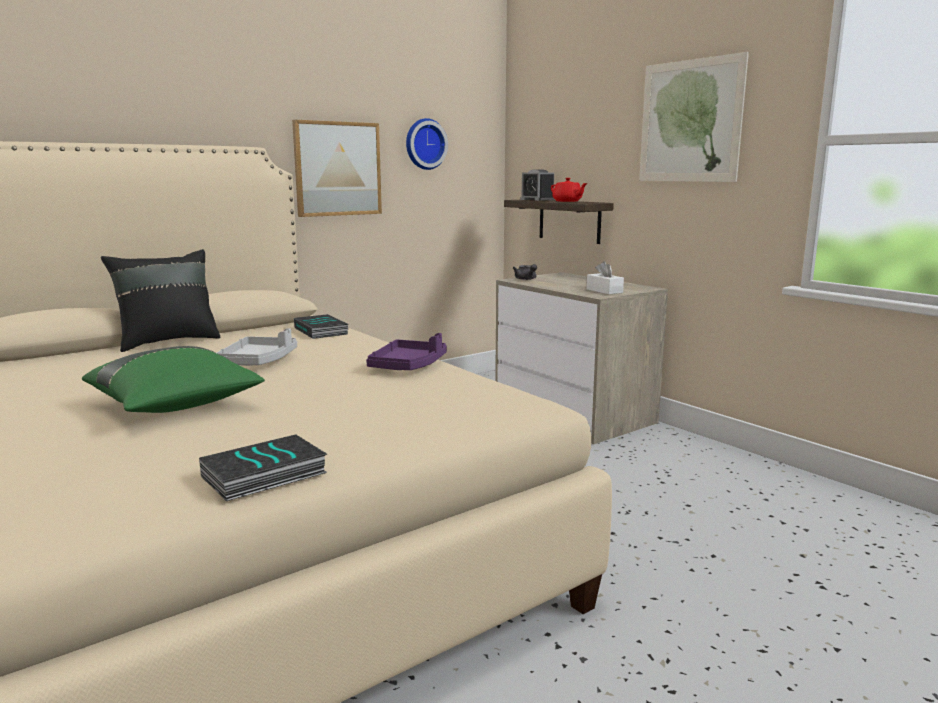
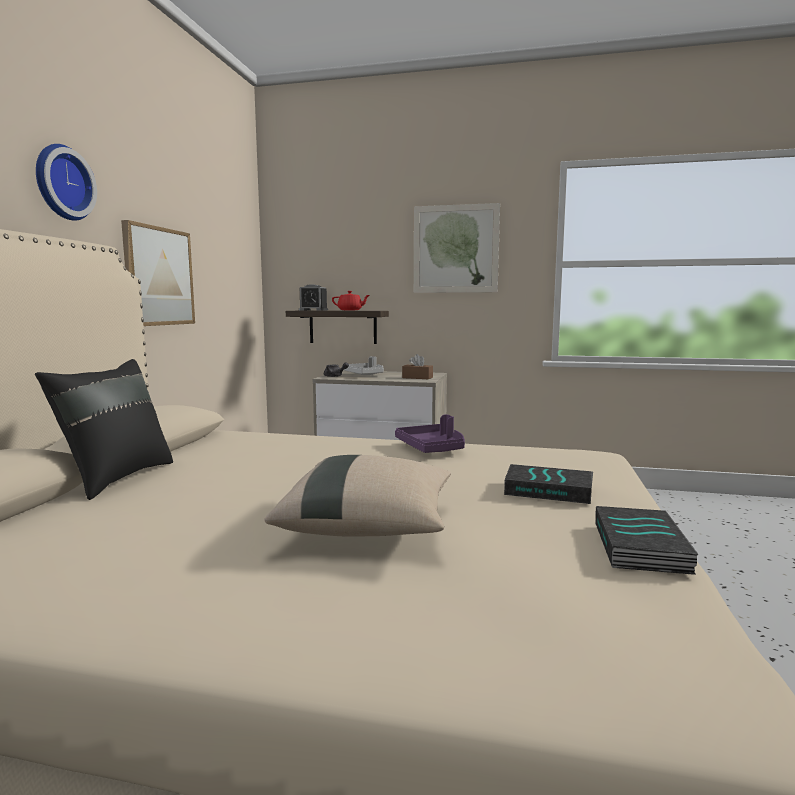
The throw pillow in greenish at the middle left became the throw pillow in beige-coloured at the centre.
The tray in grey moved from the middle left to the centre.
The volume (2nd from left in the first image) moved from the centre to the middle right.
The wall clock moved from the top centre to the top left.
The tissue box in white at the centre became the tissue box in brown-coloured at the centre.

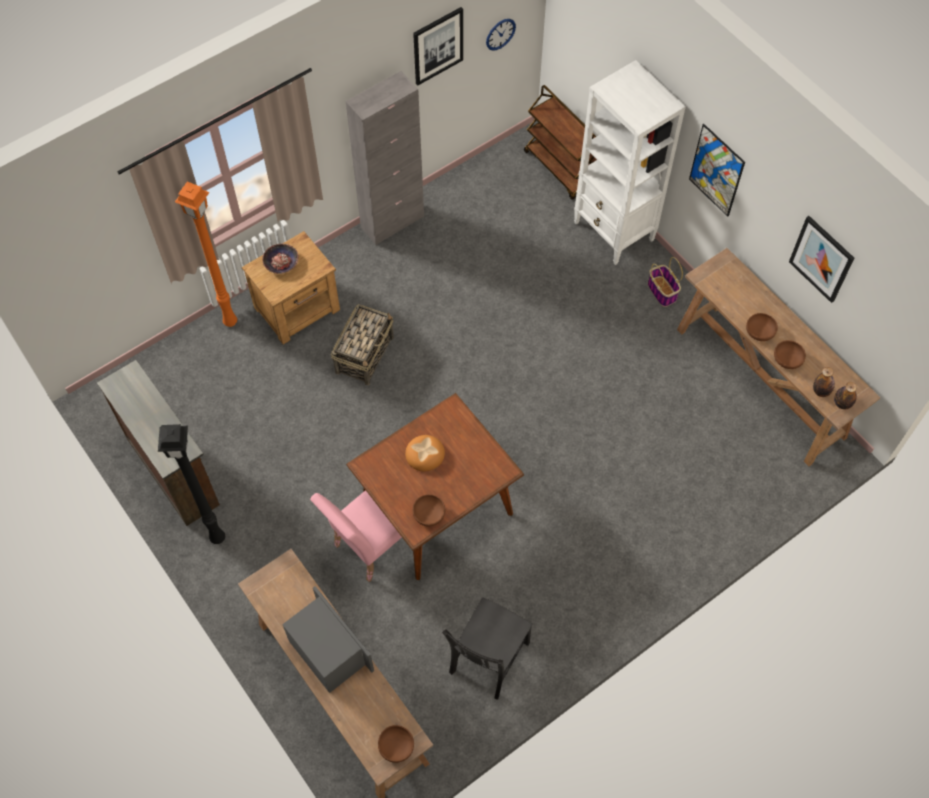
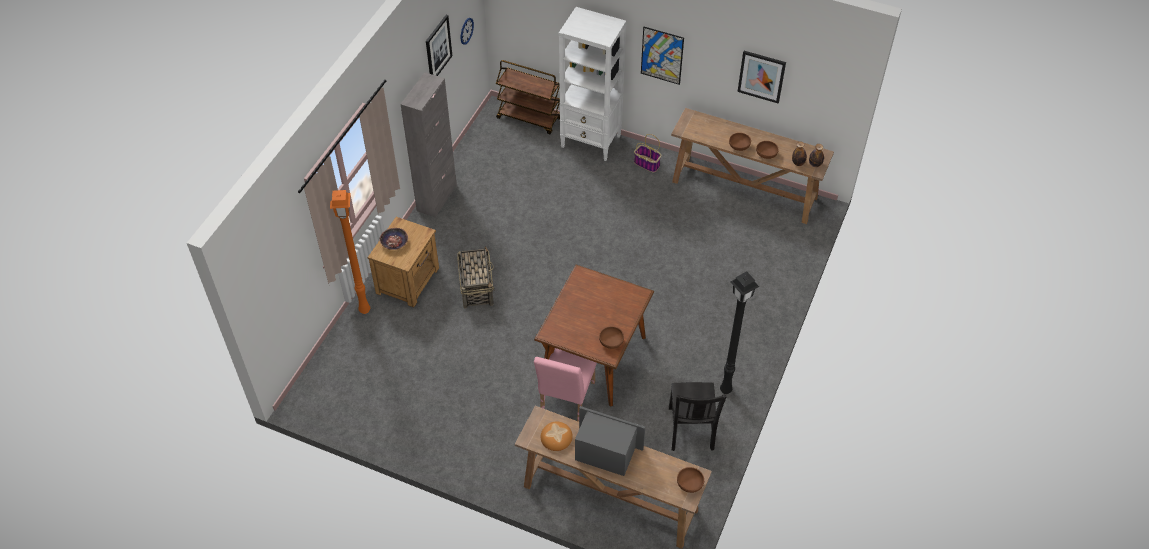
The chest of drawers in brown-coloured at the middle left disappeared.
The standard lamp in black-coloured moved from the middle left to the centre.
The baked bread moved from the centre to the bottom centre.

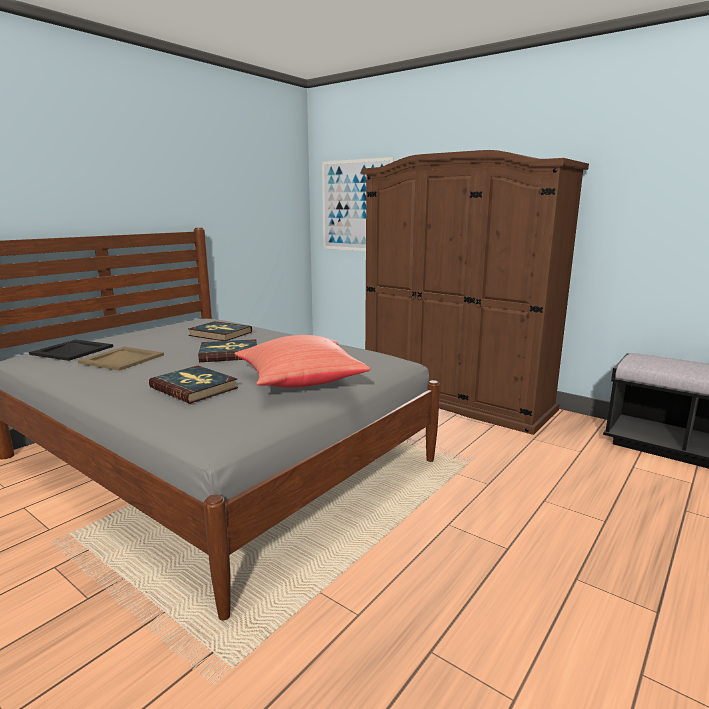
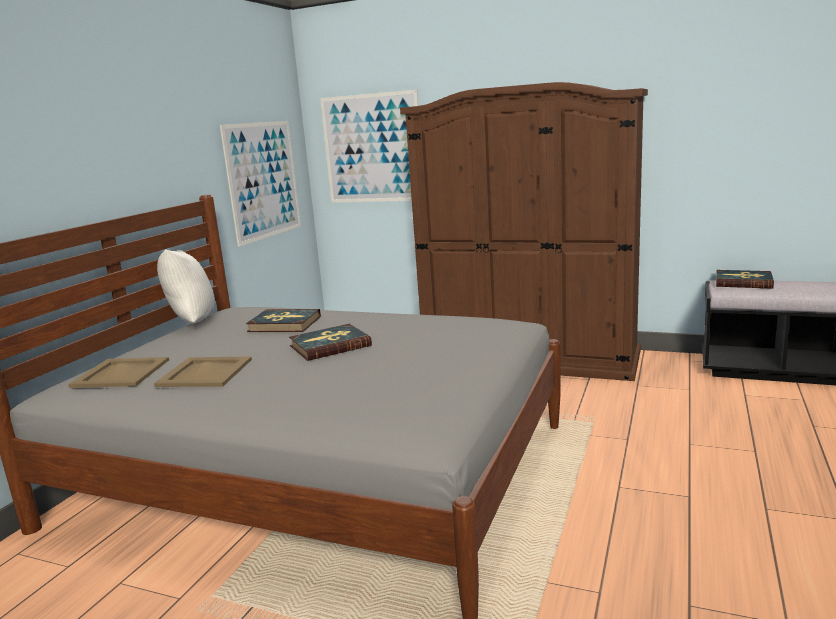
The tray in black-coloured at the middle left became the tray in beige-coloured (1st from left) at the middle left.
The volume (1st from left in the first image) moved from the middle left to the middle right.
The throw pillow in red at the centre disappeared.
The throw pillow in white at the middle left appeared.
The wall art (1st from left) at the top left appeared.

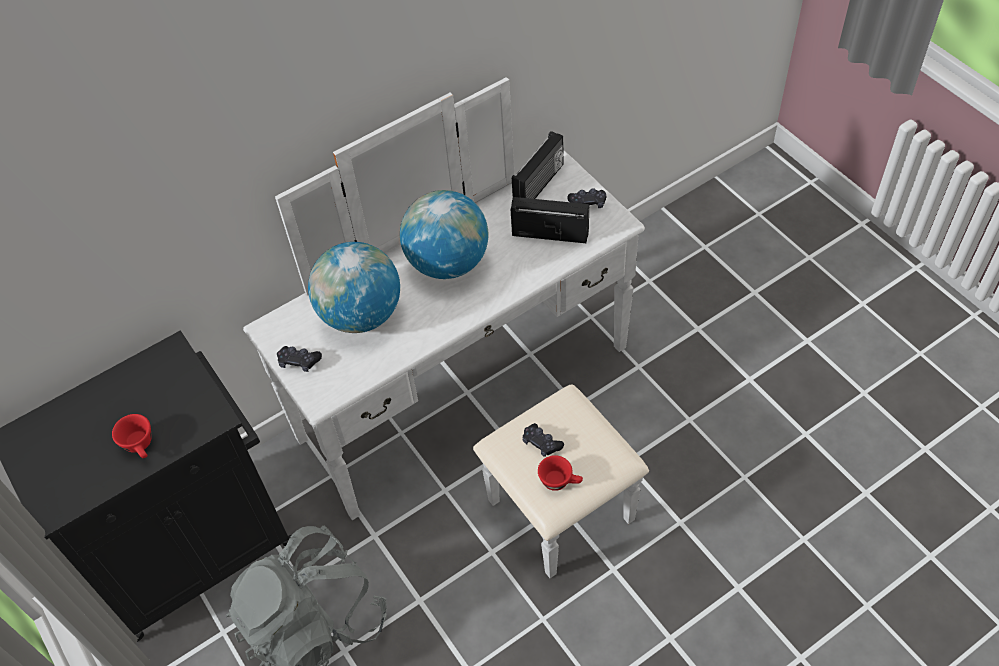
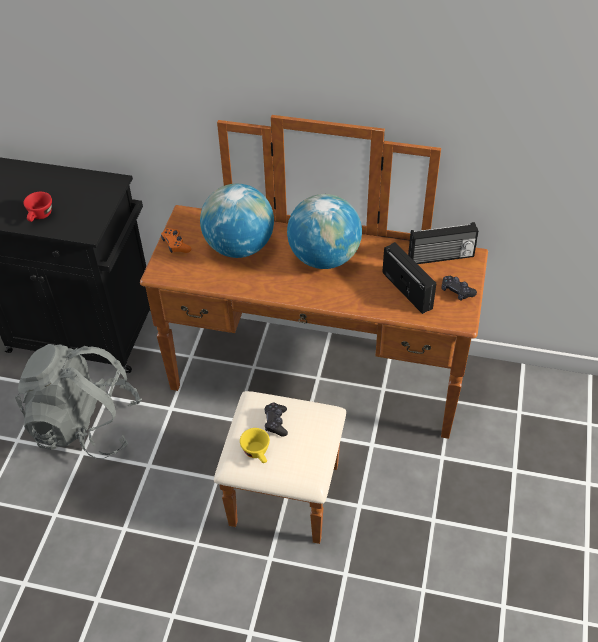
The chest of drawers in white at the centre became the chest of drawers in brown-coloured at the centre.
The gamepad in black-coloured (1st from left) at the middle left became the gamepad in orange-coloured at the middle left.
The cup in red (2nd from left) at the bottom centre became the cup in yellow at the bottom centre.

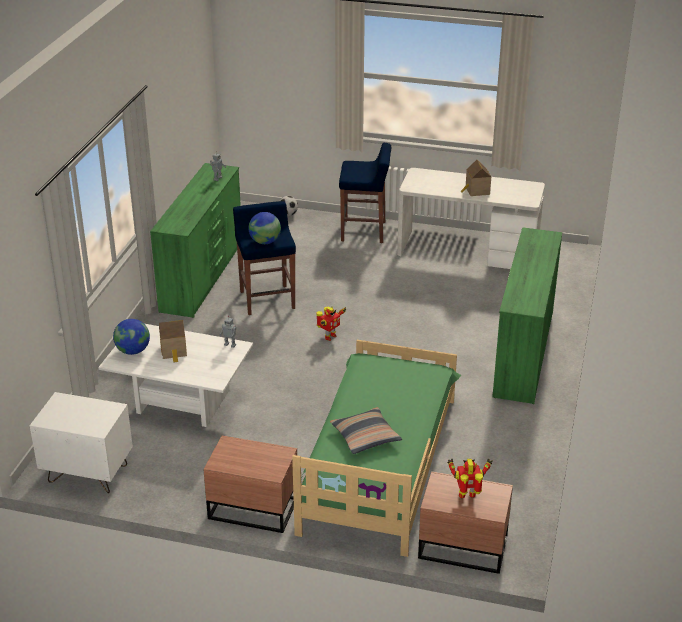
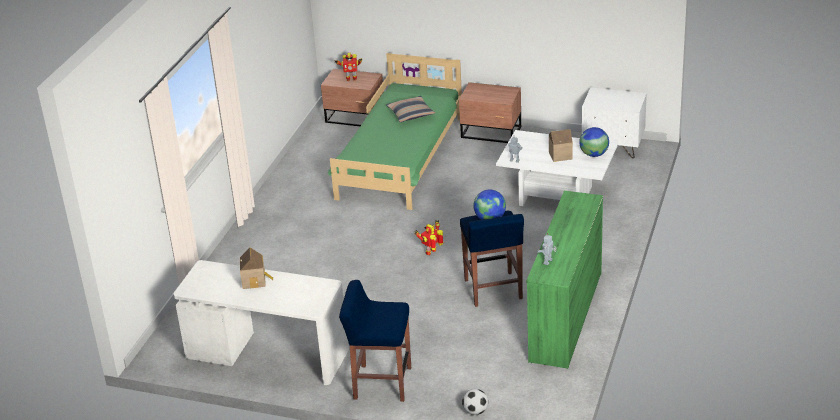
The chest of drawers in greenish (2nd from left) at the middle right disappeared.

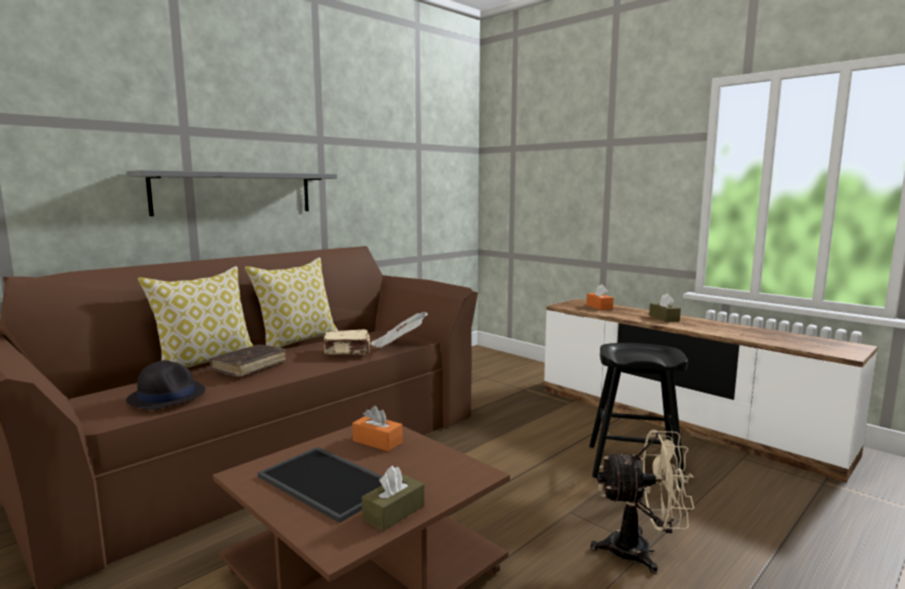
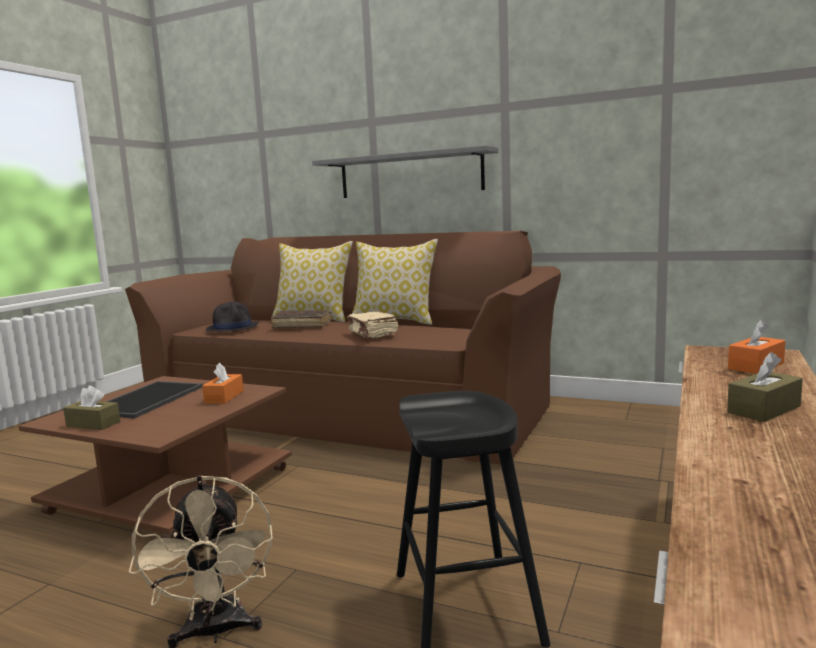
The printed paper at the centre disappeared.

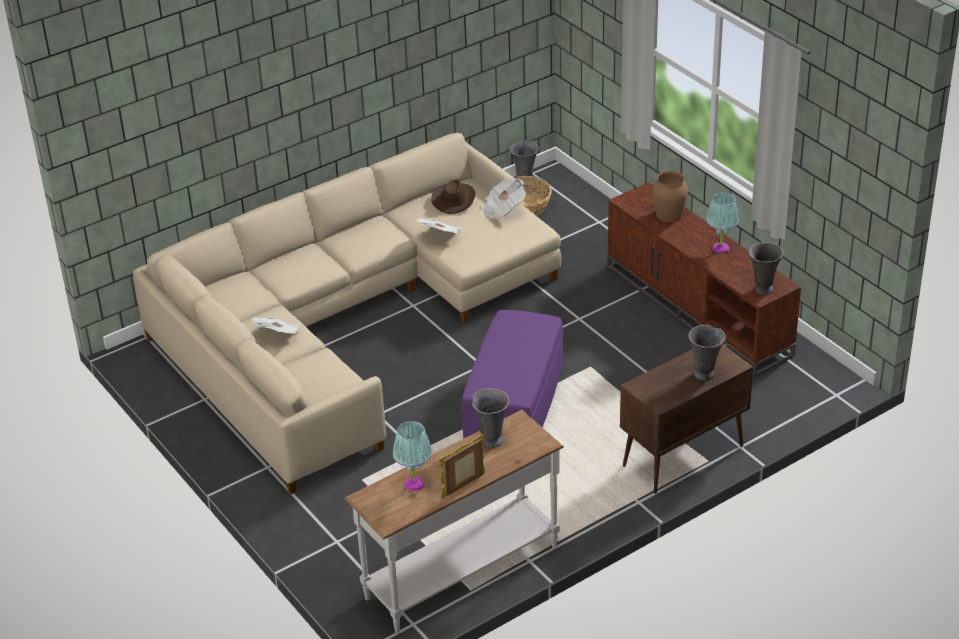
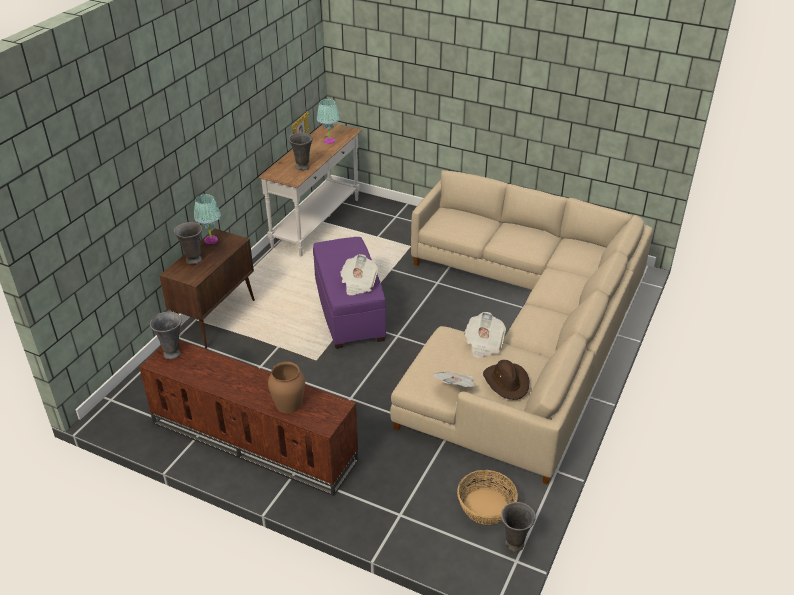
The printed paper (1st from left) moved from the middle left to the centre.
The lamp for a table in turquoise (2nd from left in the first image) moved from the middle right to the middle left.

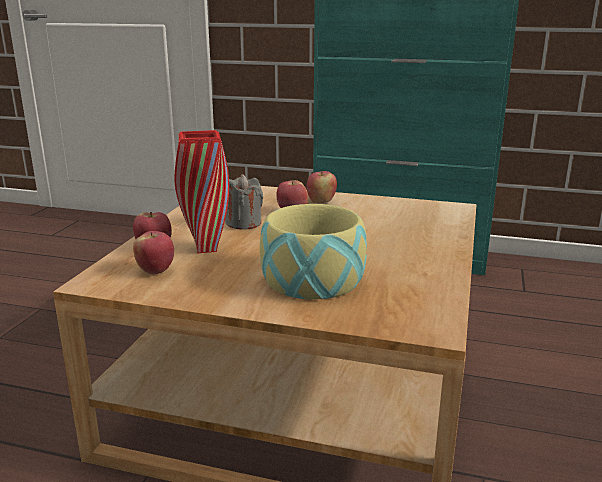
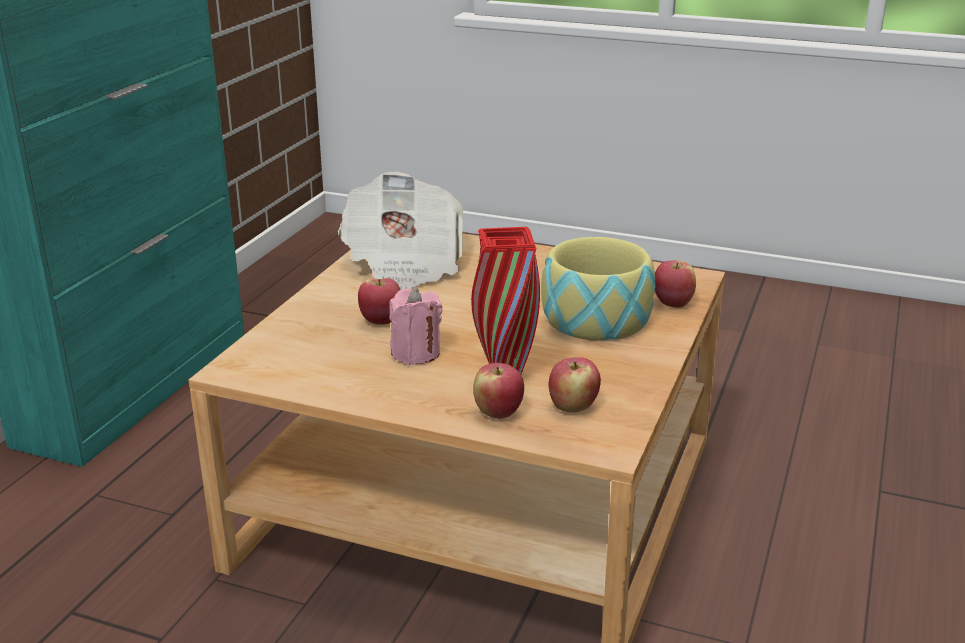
The wax candle in grey at the centre became the wax candle in pinkish at the centre.
The apple fruit (4th from left) moved from the centre to the middle right.
The printed paper at the centre appeared.

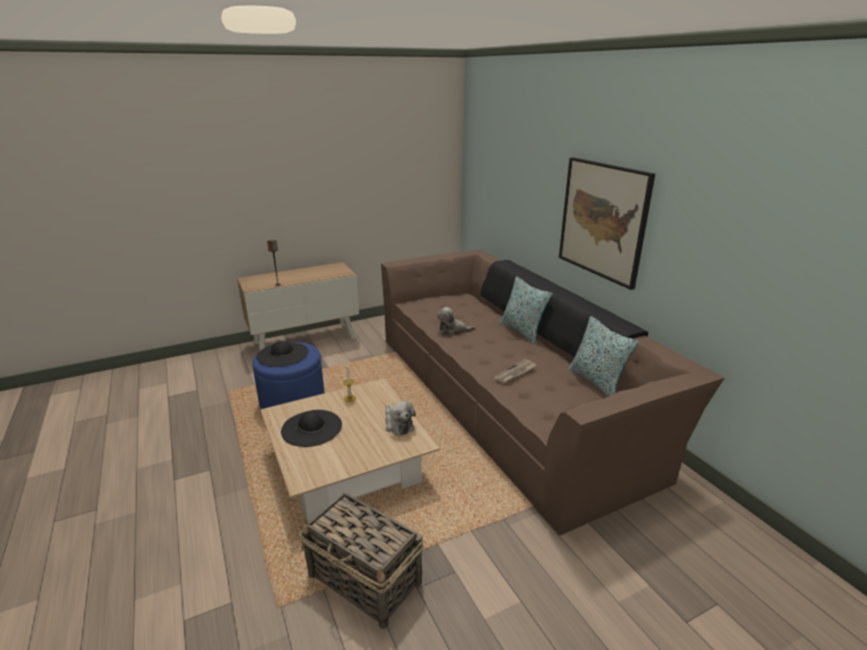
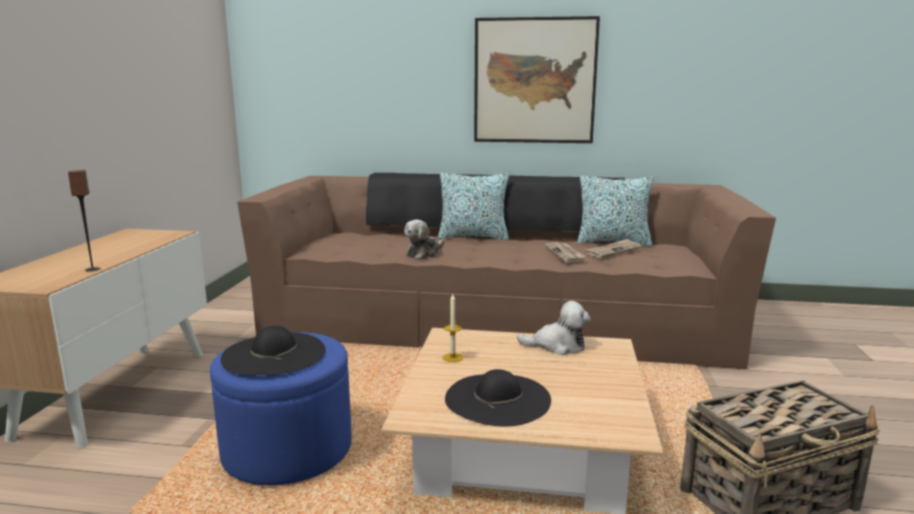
The printed paper (2nd from left) at the middle right appeared.

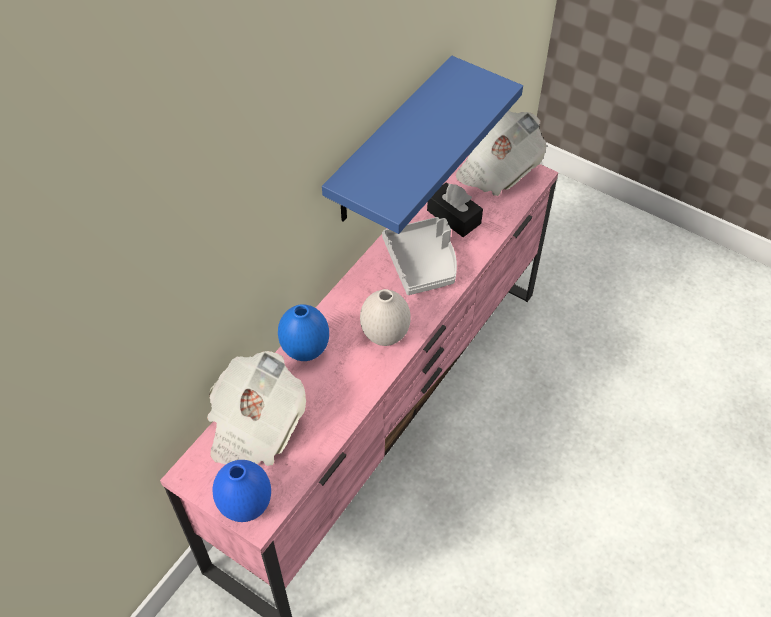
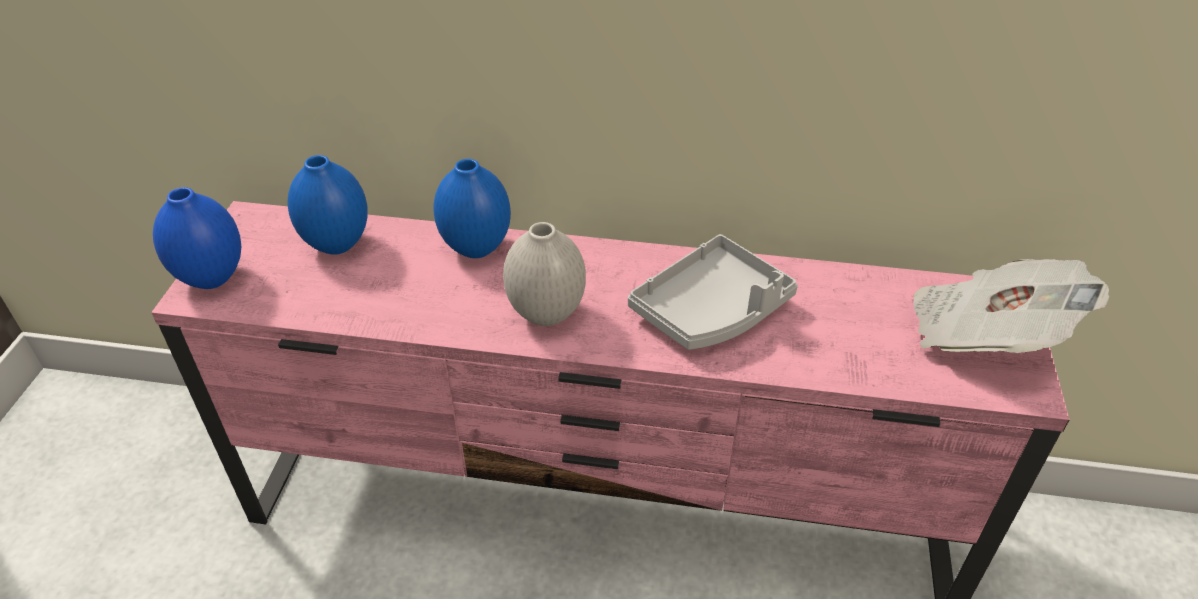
The printed paper (1st from left) at the middle left was replaced by the flower vase in bluish (2nd from left) at the middle left.
The shelf in bluish at the top centre disappeared.
The tissue box in black-coloured at the centre disappeared.

